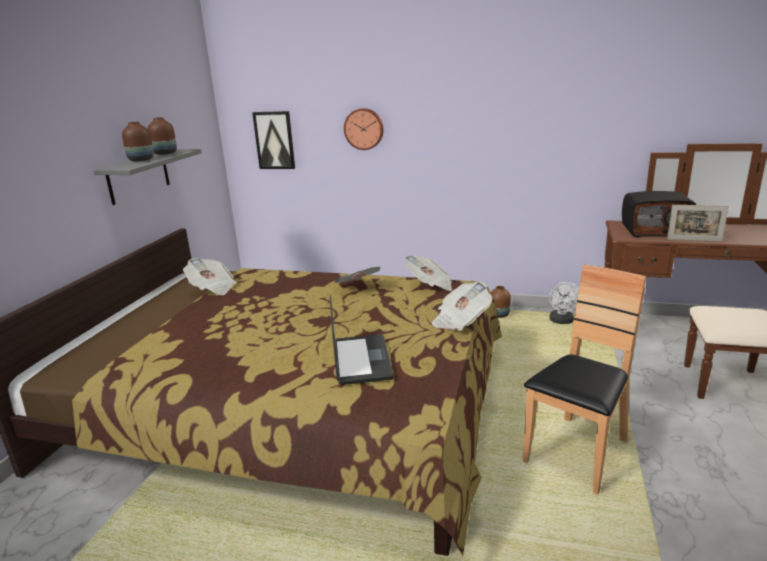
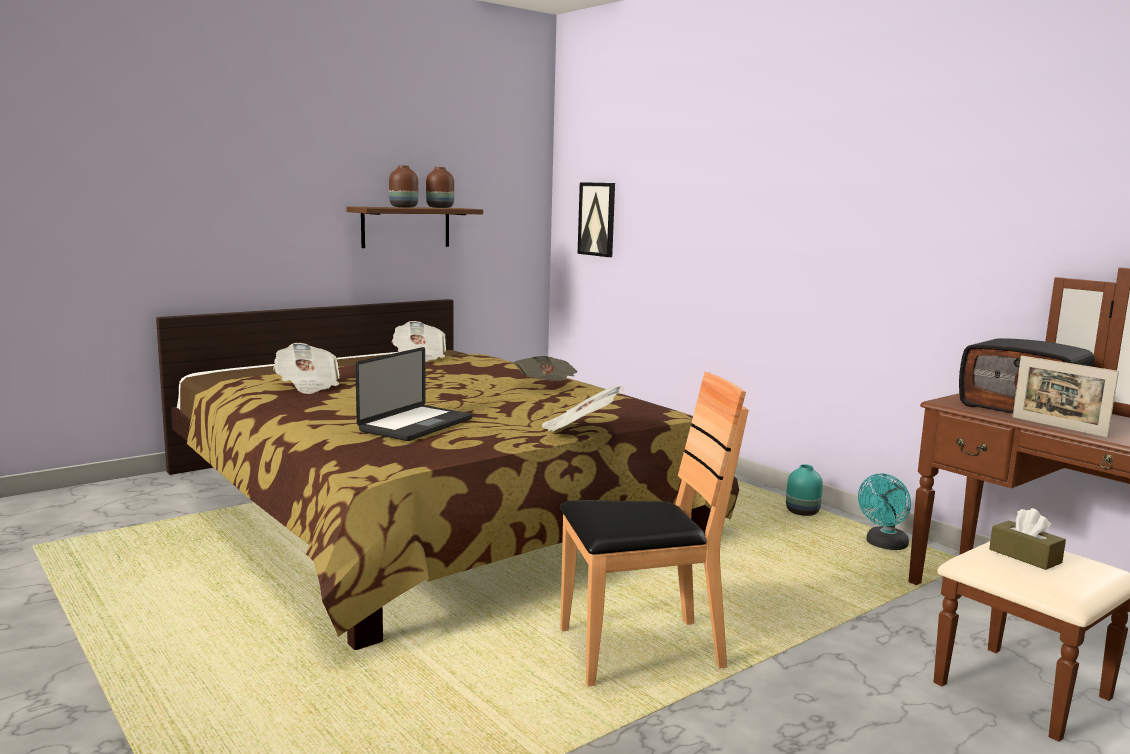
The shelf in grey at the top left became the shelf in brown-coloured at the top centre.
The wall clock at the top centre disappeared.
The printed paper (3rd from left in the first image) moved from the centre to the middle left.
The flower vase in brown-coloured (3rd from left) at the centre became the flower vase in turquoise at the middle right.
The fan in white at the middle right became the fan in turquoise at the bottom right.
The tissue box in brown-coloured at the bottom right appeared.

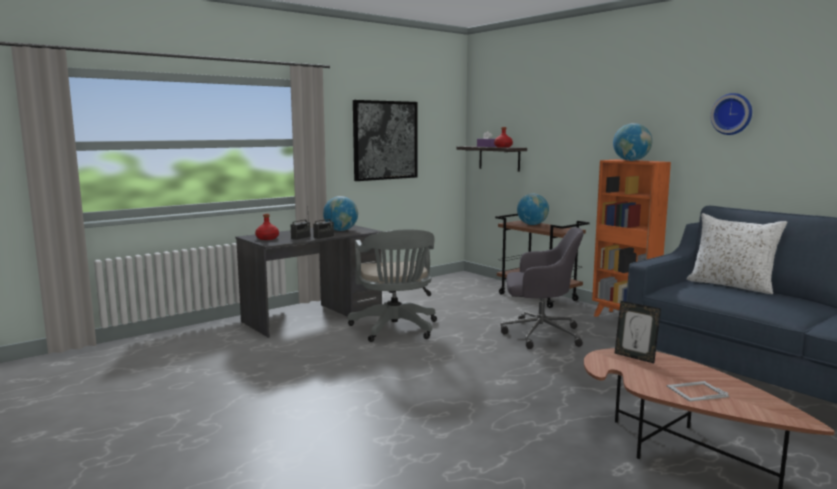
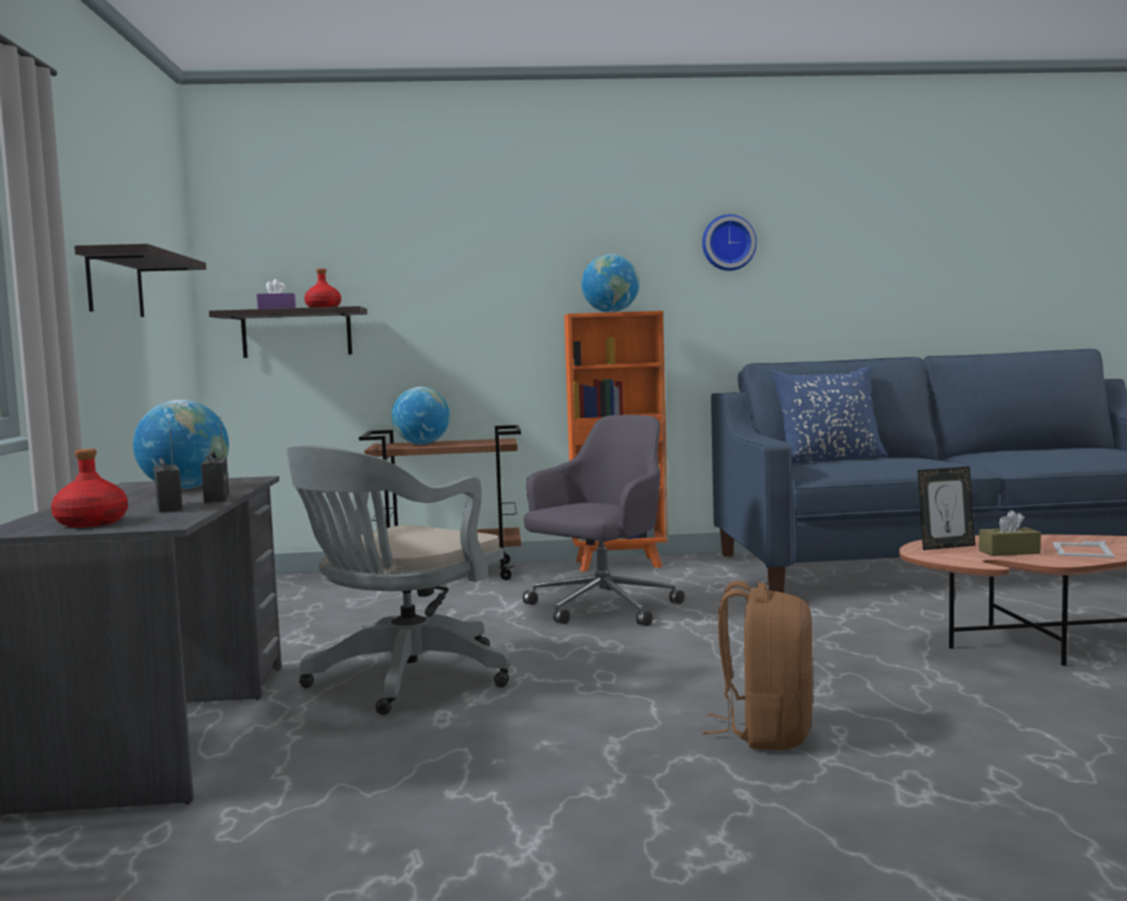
The office chair in grey (1st from left) at the centre turned 105 degrees clockwise.
The wall art at the top centre was replaced by the shelf (1st from left) at the top left.
The throw pillow in white at the middle right became the throw pillow in bluish at the middle right.
The backpack in brown-coloured at the bottom right appeared.
The tissue box in brown-coloured at the middle right appeared.

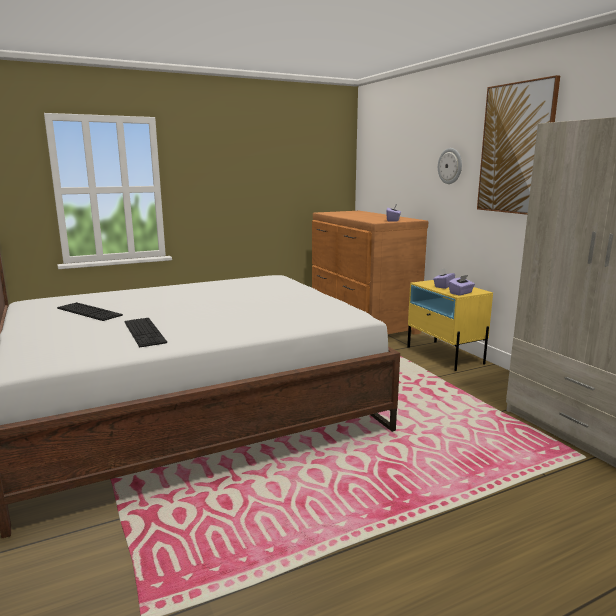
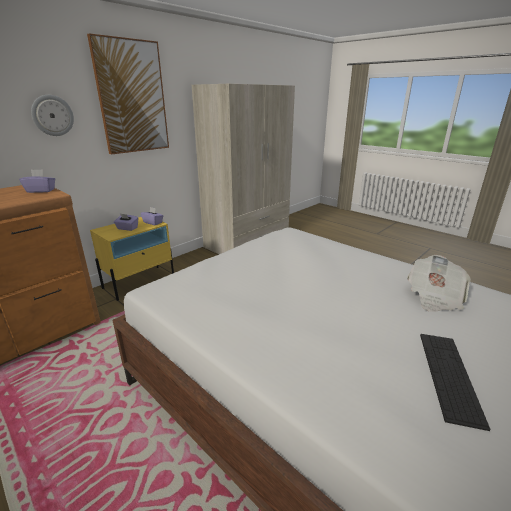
The computer keyboard (2nd from left) at the middle left was replaced by the printed paper at the middle right.

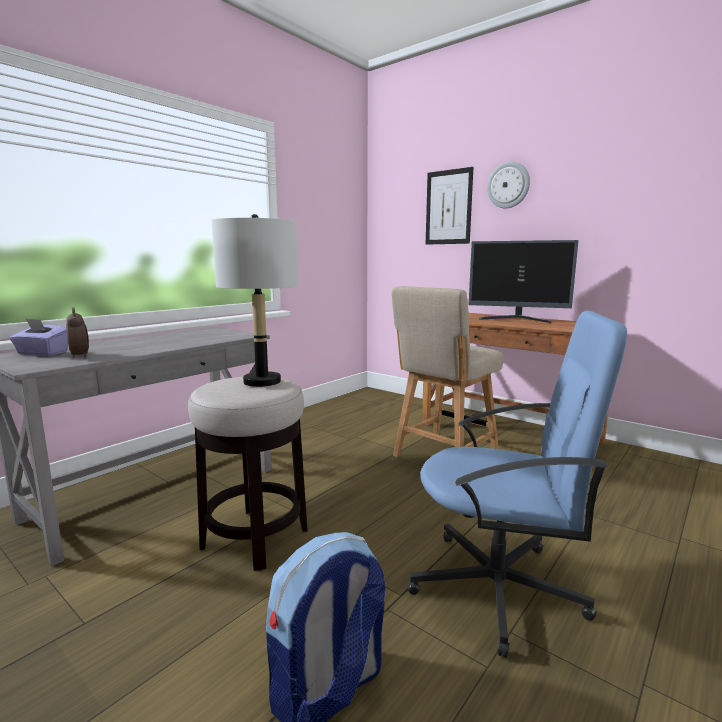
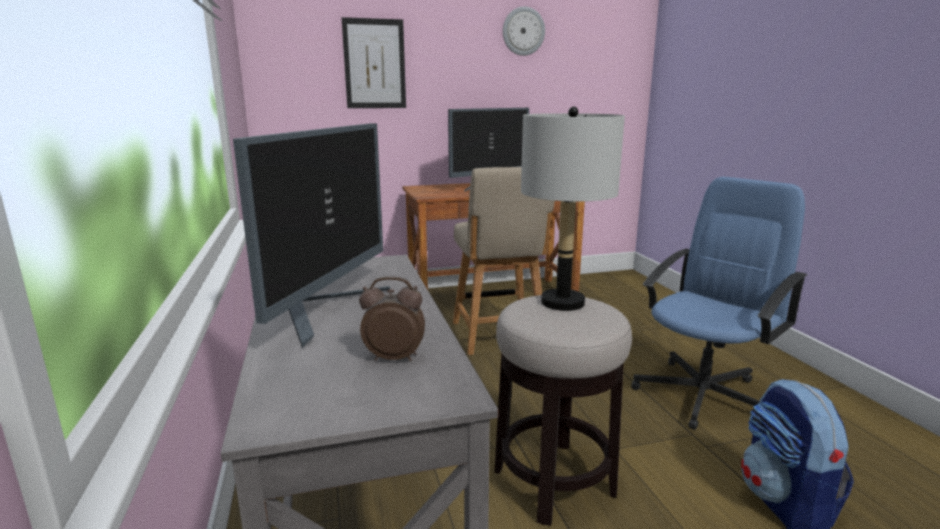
The tissue box in purple at the middle left disappeared.
The wall clock moved from the top right to the top centre.
The computer screen (1st from left) at the middle left appeared.

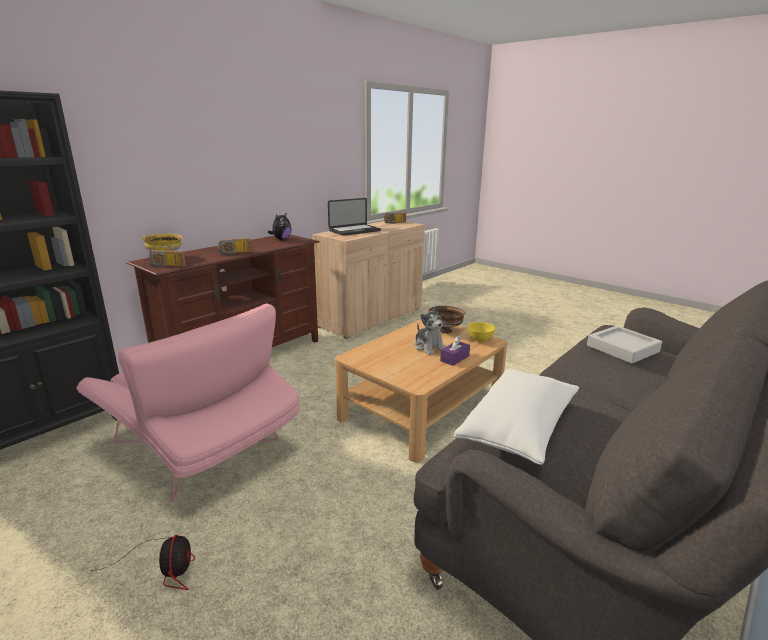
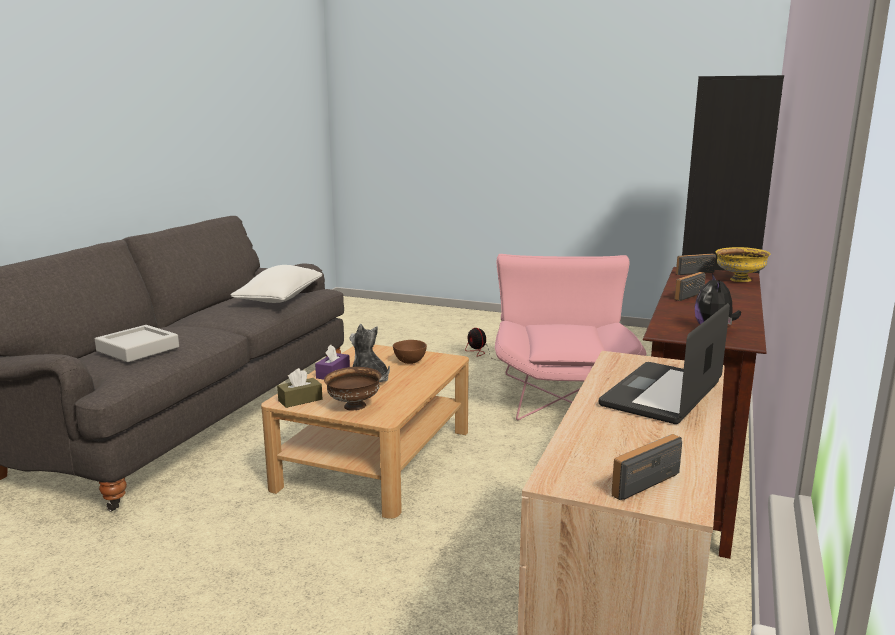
The lounge chair in pinkish at the middle left turned 75 degrees clockwise.
The deep dish in yellow (2nd from left) at the centre was replaced by the tissue box in brown-coloured at the centre.
The deep dish in brown-coloured (2nd from left) at the centre appeared.

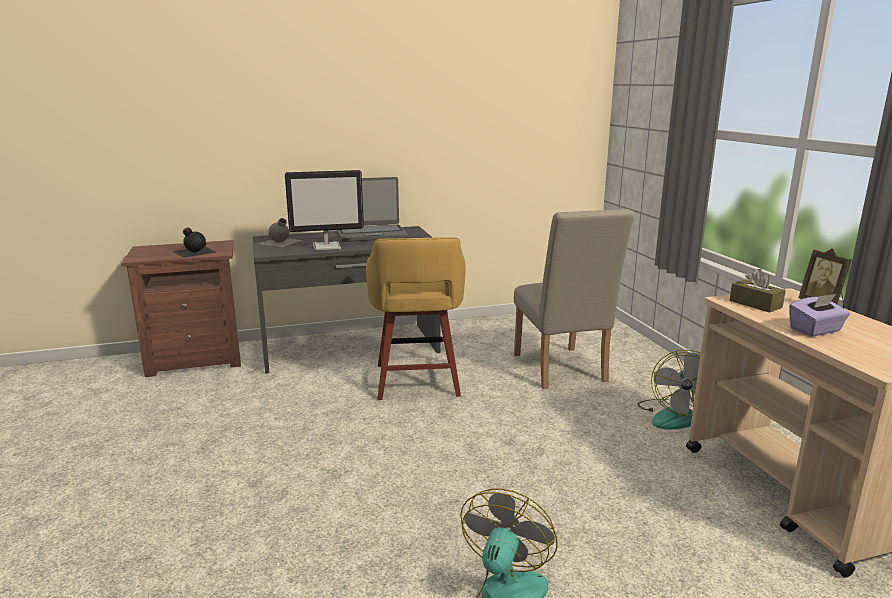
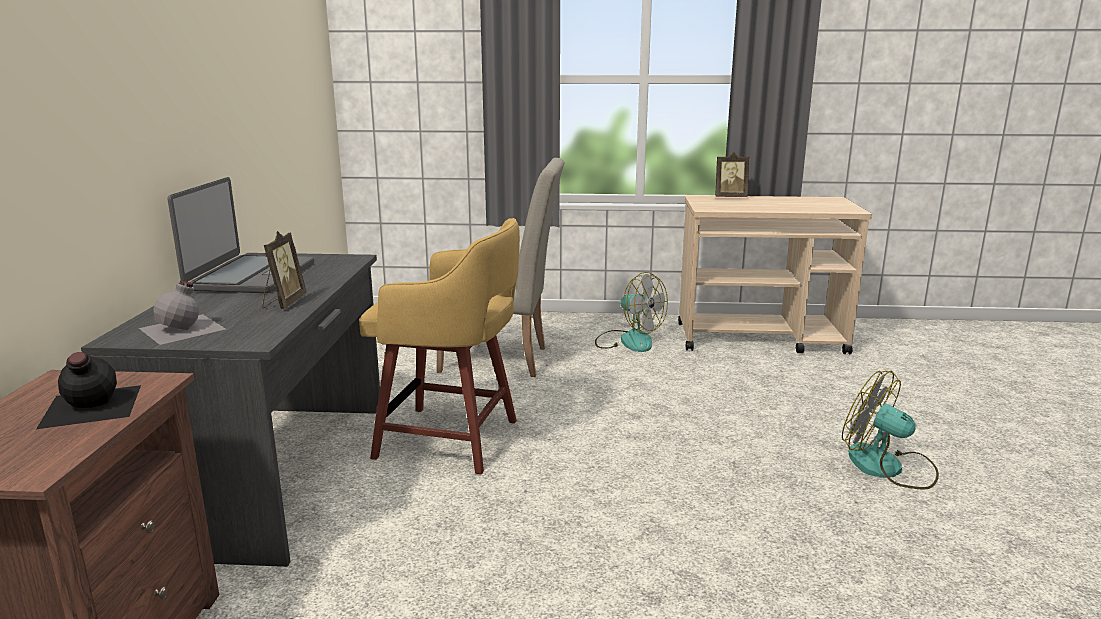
The computer screen at the centre was replaced by the standing frame (1st from left) at the middle left.
The tissue box in brown-coloured at the middle right disappeared.
The tissue box in purple at the middle right disappeared.

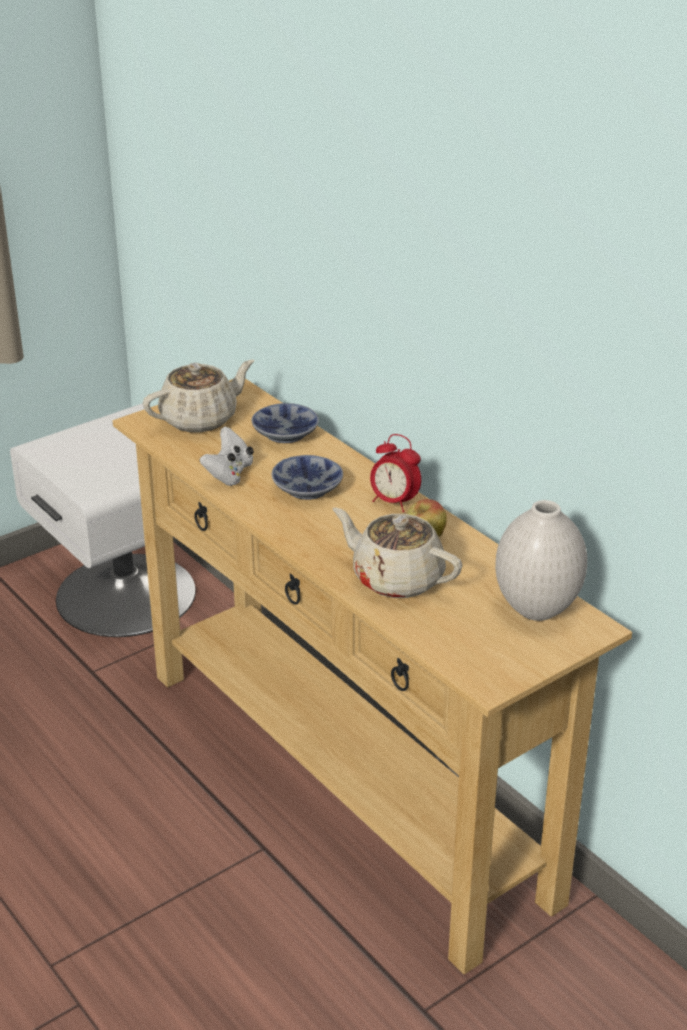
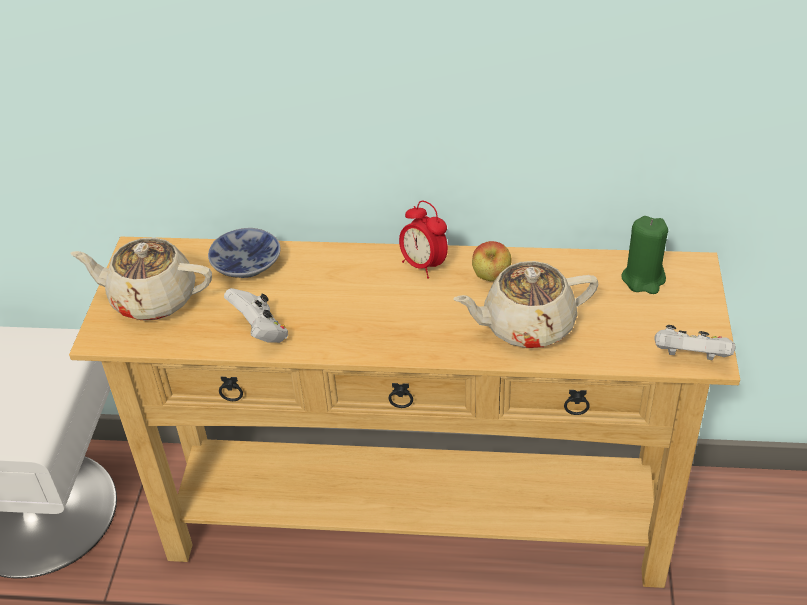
The teapot in beige-coloured (1st from left) at the middle left turned 90 degrees counterclockwise.
The deep dish (2nd from left) at the centre disappeared.
The table clock at the centre turned 60 degrees clockwise.
The flower vase in white at the middle right was replaced by the wax candle in greenish at the middle right.
The gamepad in white (2nd from left) at the middle right appeared.

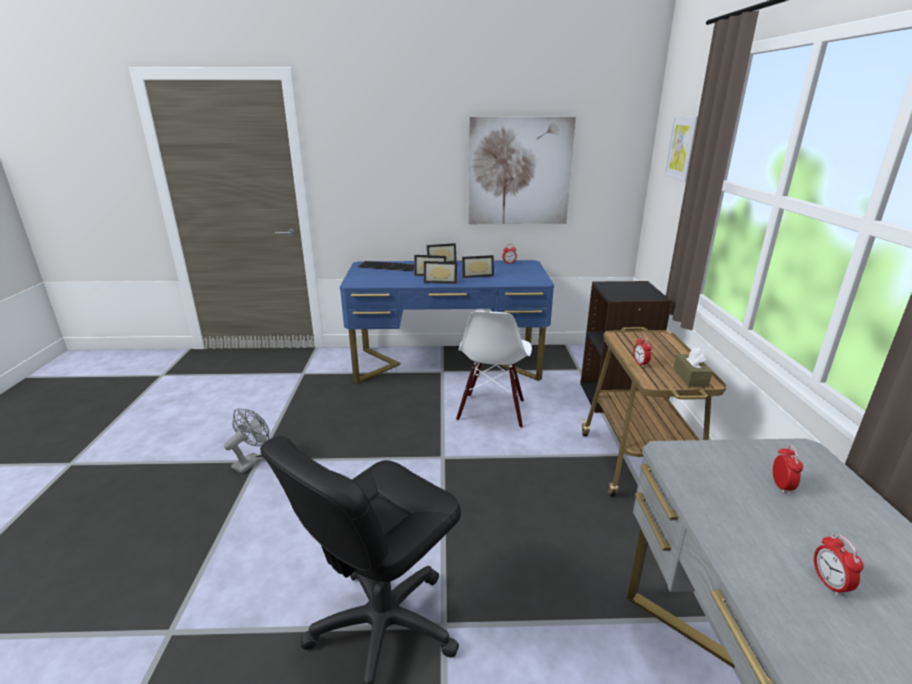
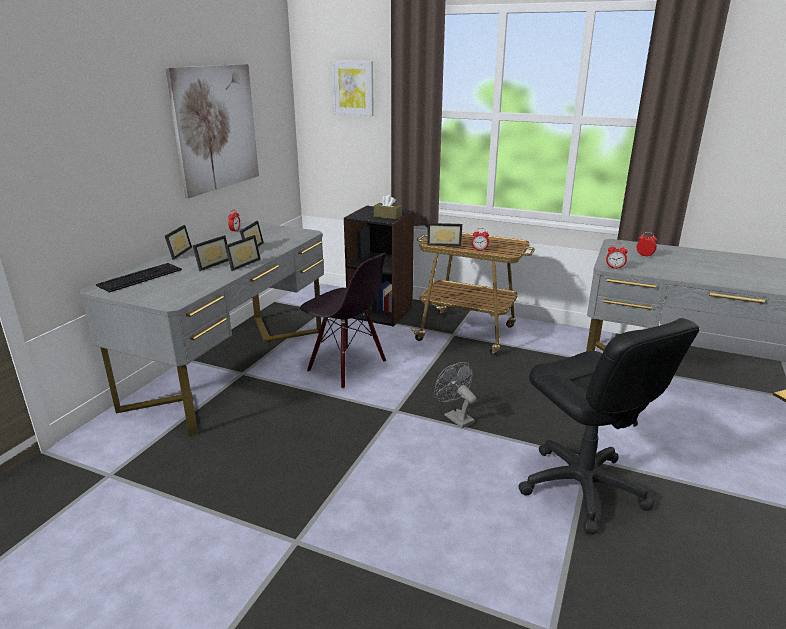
The fan in grey moved from the middle left to the centre.
The desk table in bluish at the centre became the desk table in grey (1st from left) at the middle left.
The upright chair in white at the centre became the upright chair in black-coloured at the centre.
The tissue box in brown-coloured moved from the middle right to the top centre.
The table clock (4th from left in the first image) moved from the bottom right to the middle right.
The standing frame (5th from left) at the centre appeared.

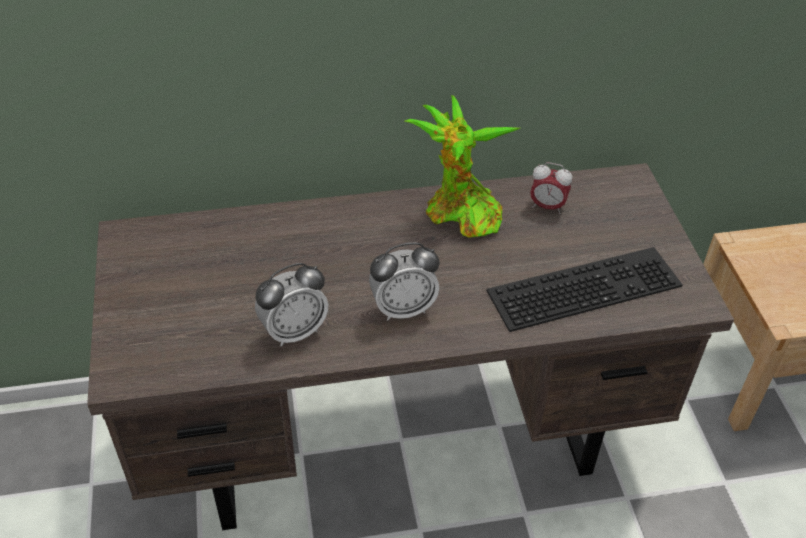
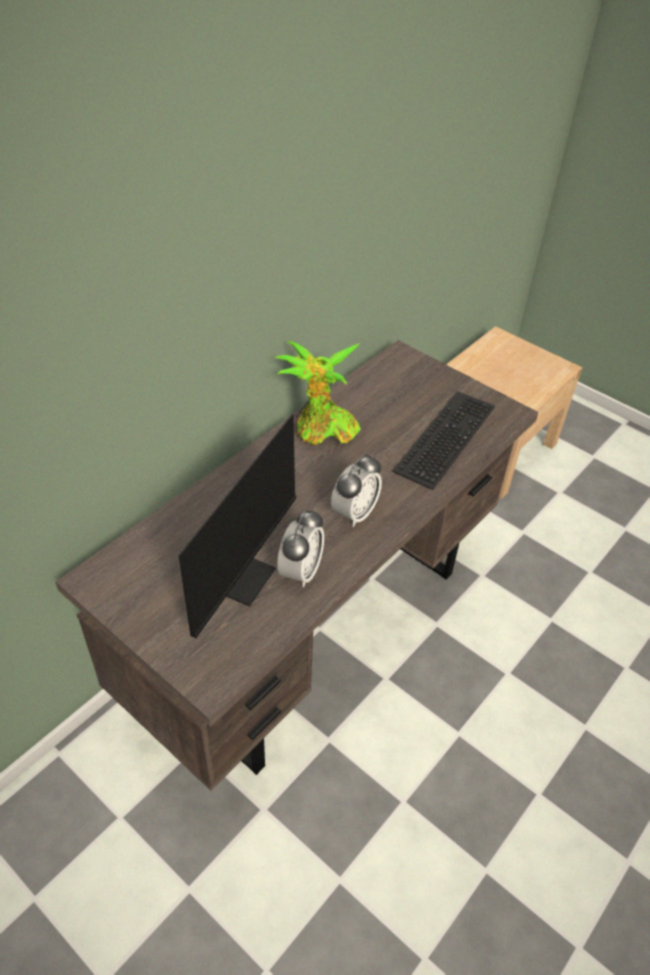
The table clock (3rd from left) at the middle right disappeared.
The computer screen at the centre appeared.

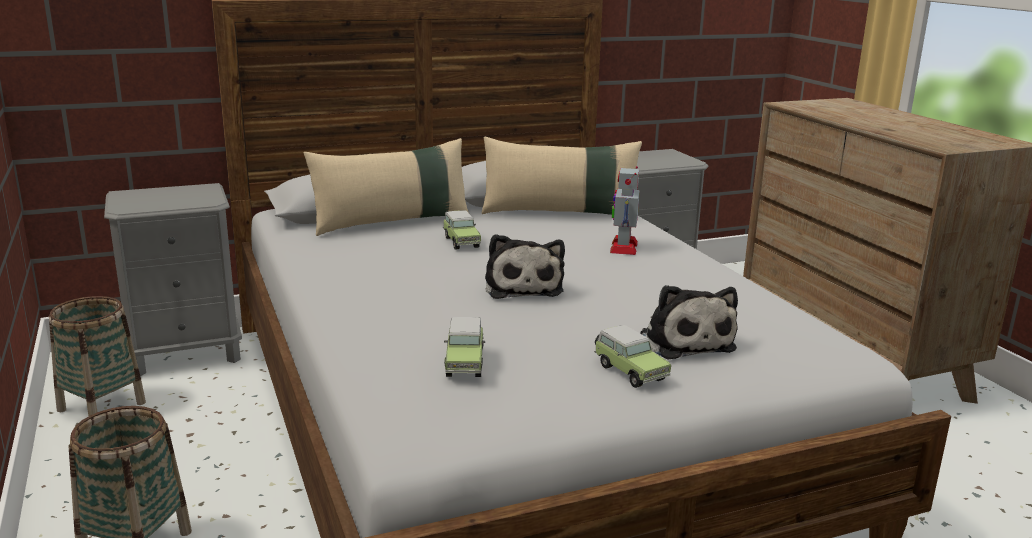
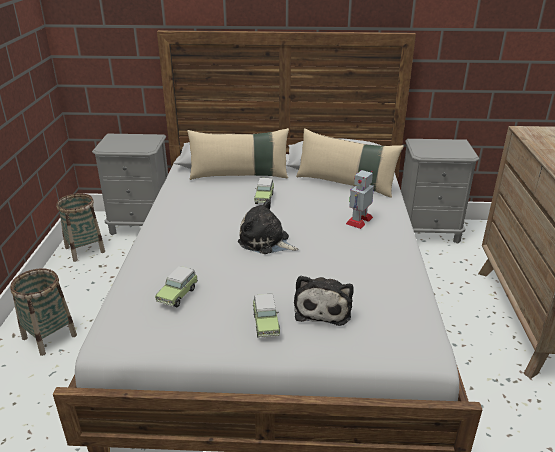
The cuddly toy (1st from left) at the centre turned 105 degrees clockwise.

